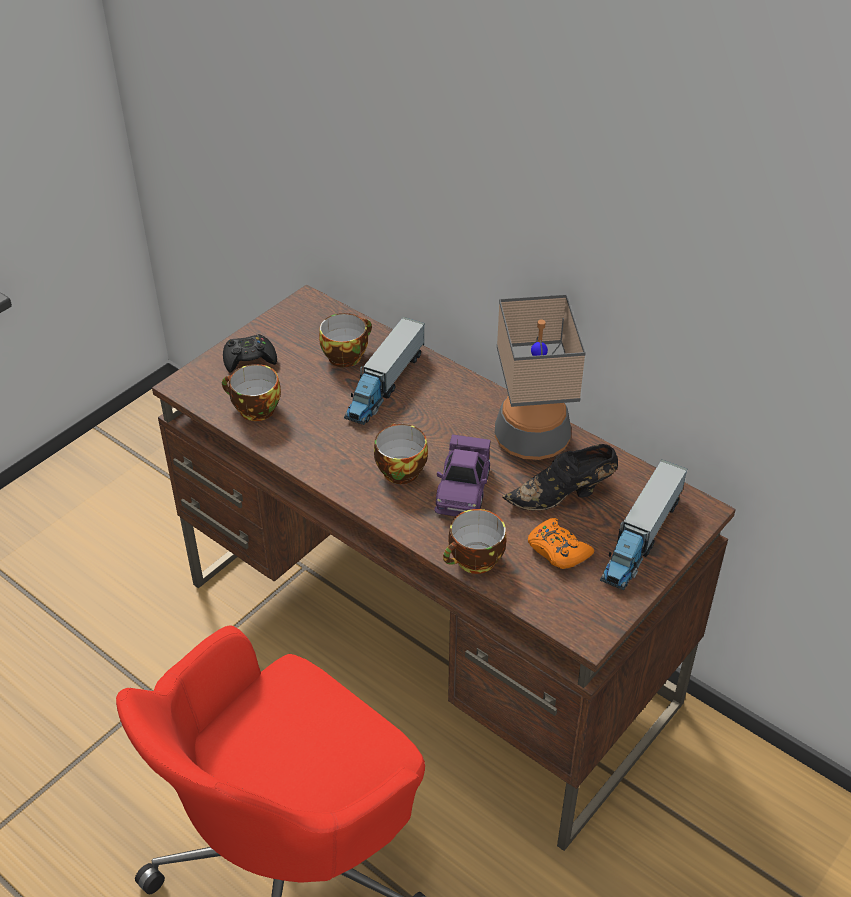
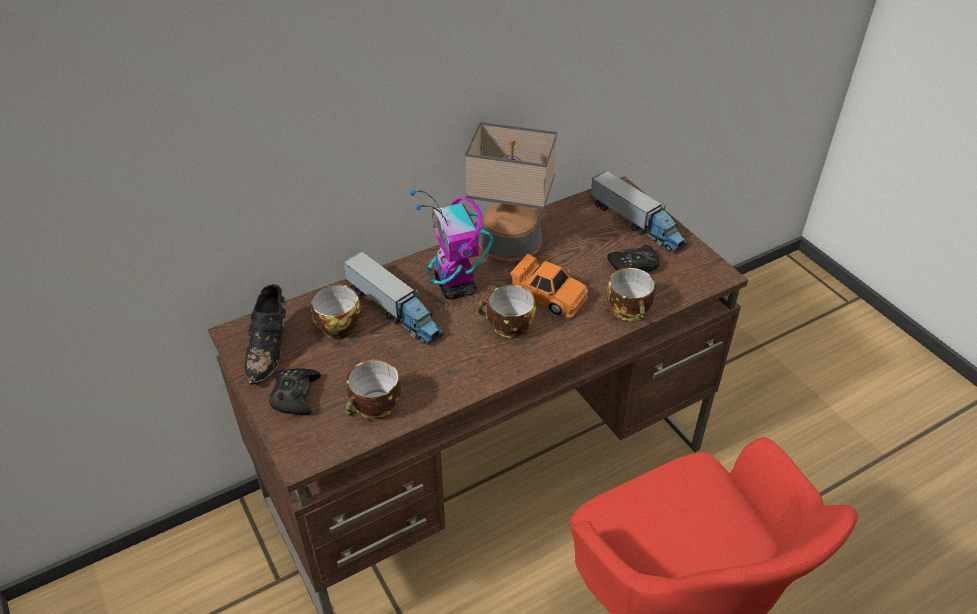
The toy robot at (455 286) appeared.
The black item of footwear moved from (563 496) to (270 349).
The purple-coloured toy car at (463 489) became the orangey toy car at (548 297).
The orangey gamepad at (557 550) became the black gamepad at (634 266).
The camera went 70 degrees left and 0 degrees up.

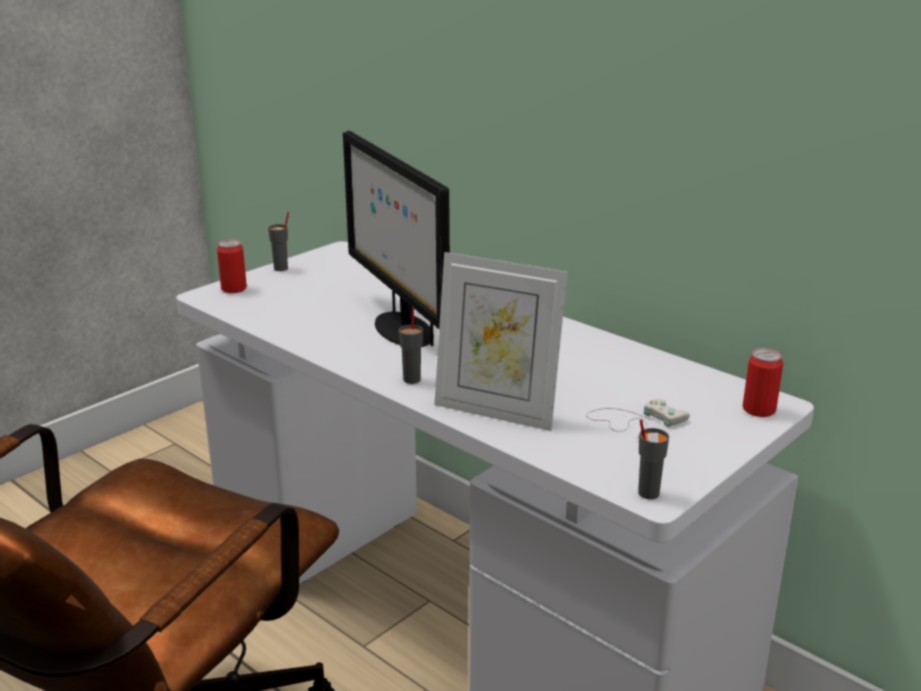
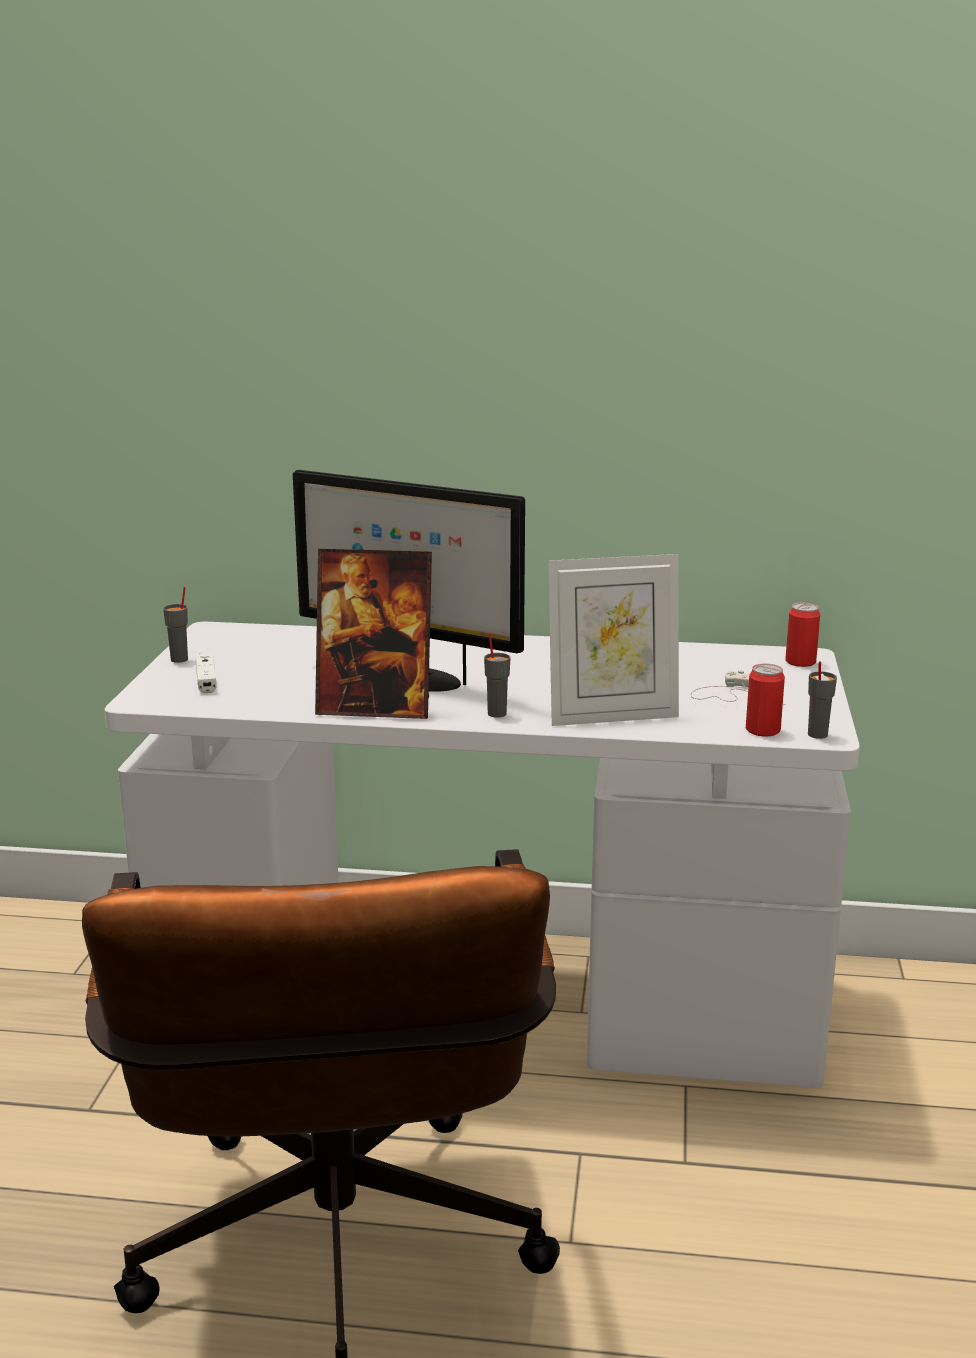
The whitish gamepad at (206 680) appeared.
The standing frame at (375 708) appeared.
The can moved from (234 288) to (762 730).
The camera went 35 degrees left and 5 degrees down.

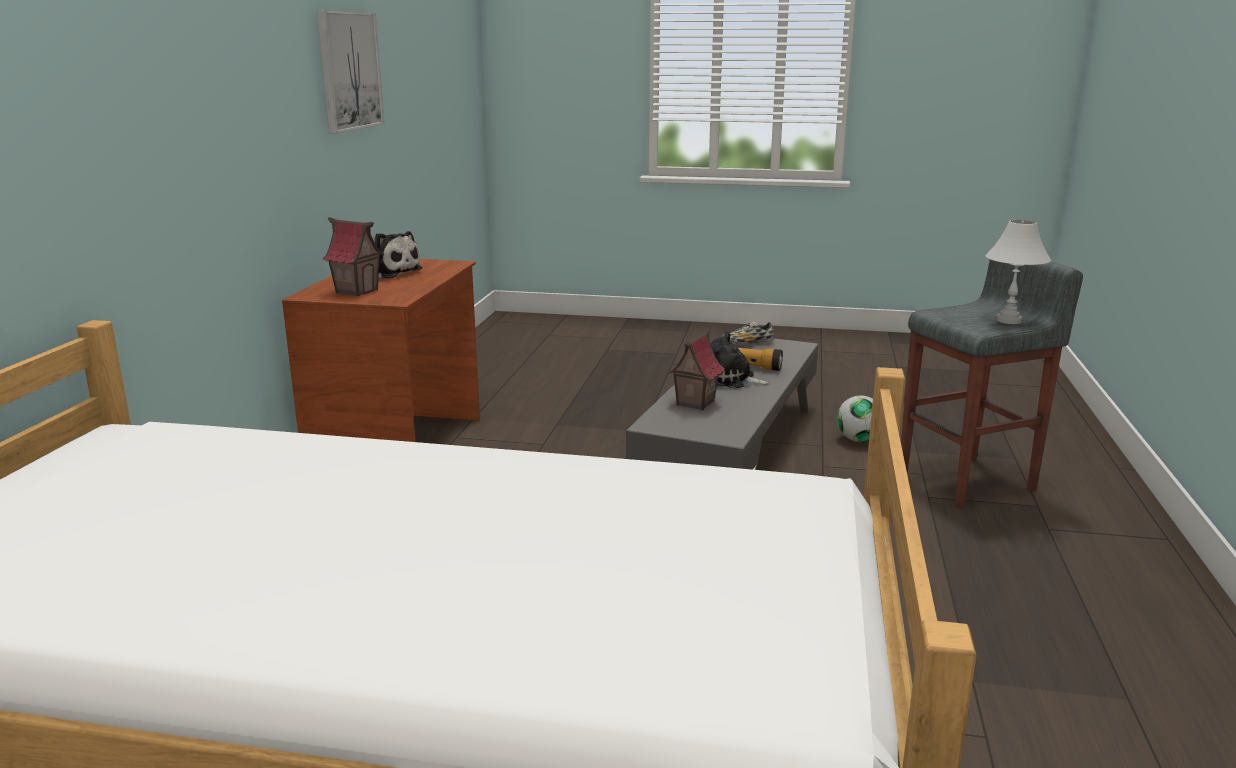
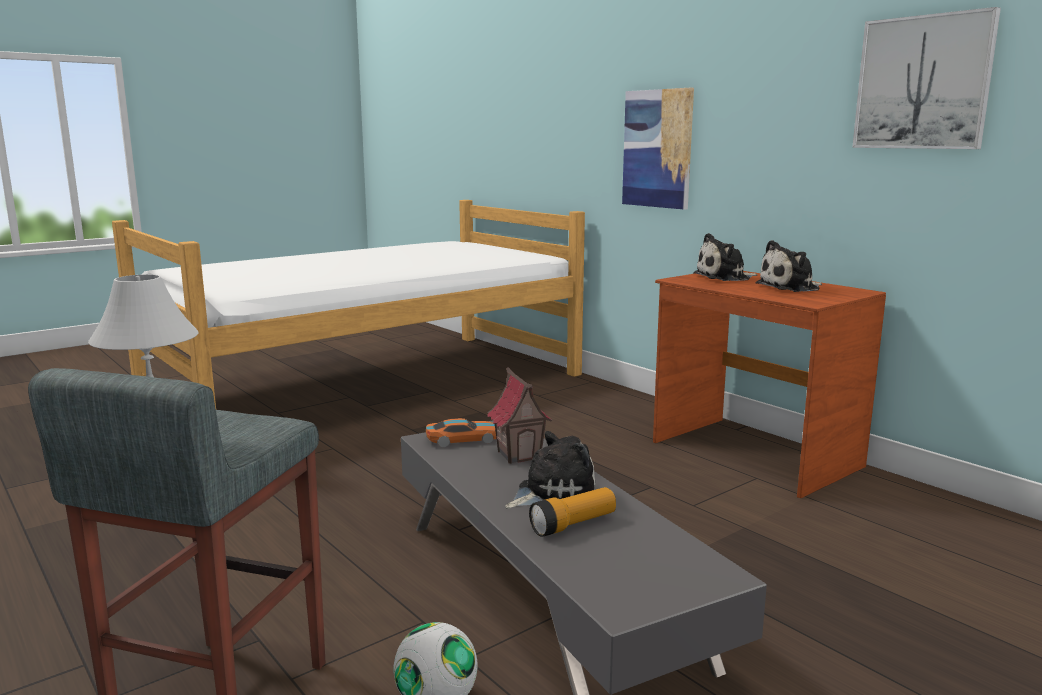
The item of footwear at (747 343) disappeared.
The toy car at (462 440) appeared.
The wall picture at (657 149) appeared.
The miniature house at (357 291) was replaced by the plush toy at (725 277).
The camera went 130 degrees right and 5 degrees down.

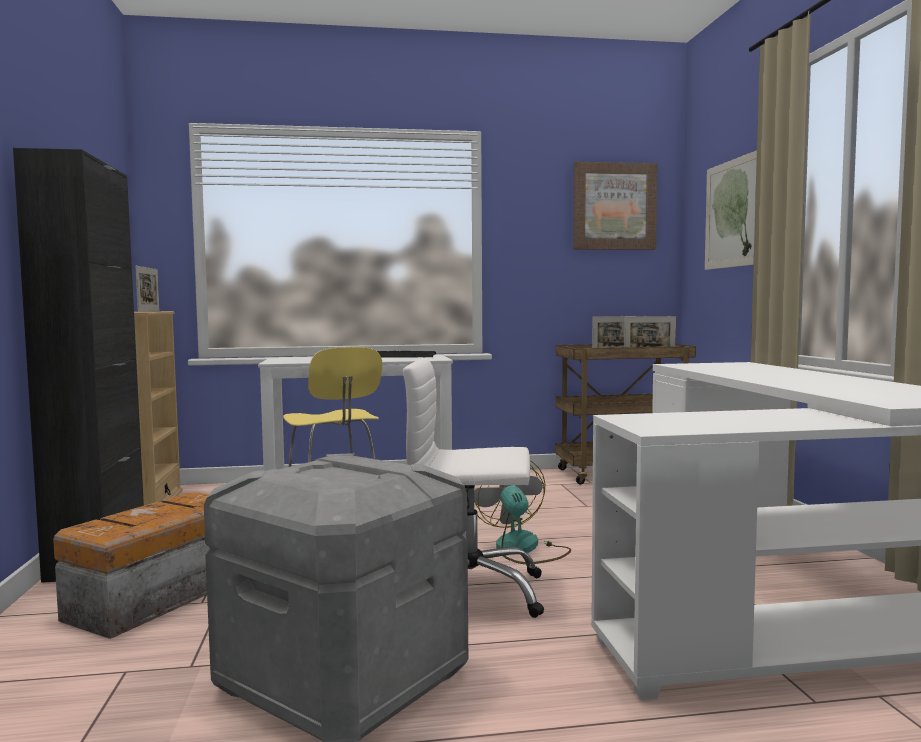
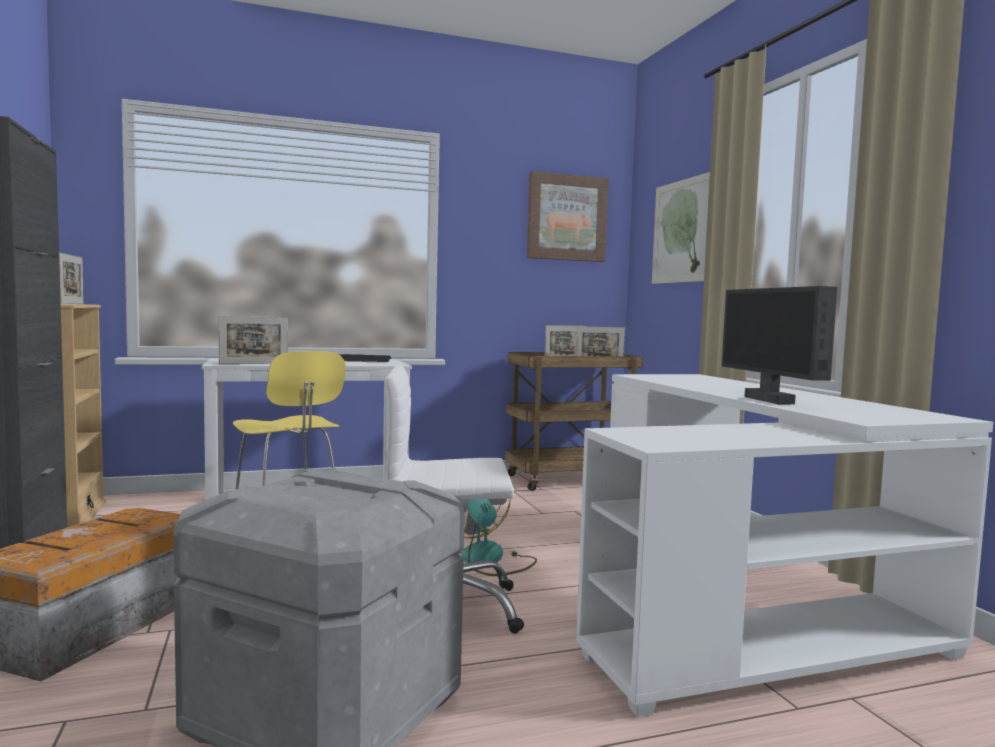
The standing frame at (254 363) appeared.
The computer display at (770 400) appeared.
The camera went 10 degrees left and 0 degrees up.

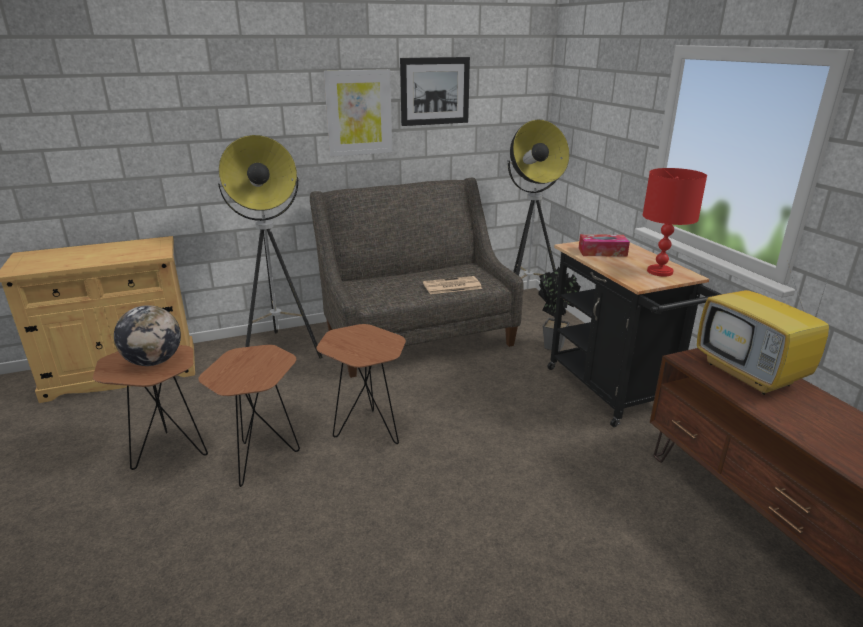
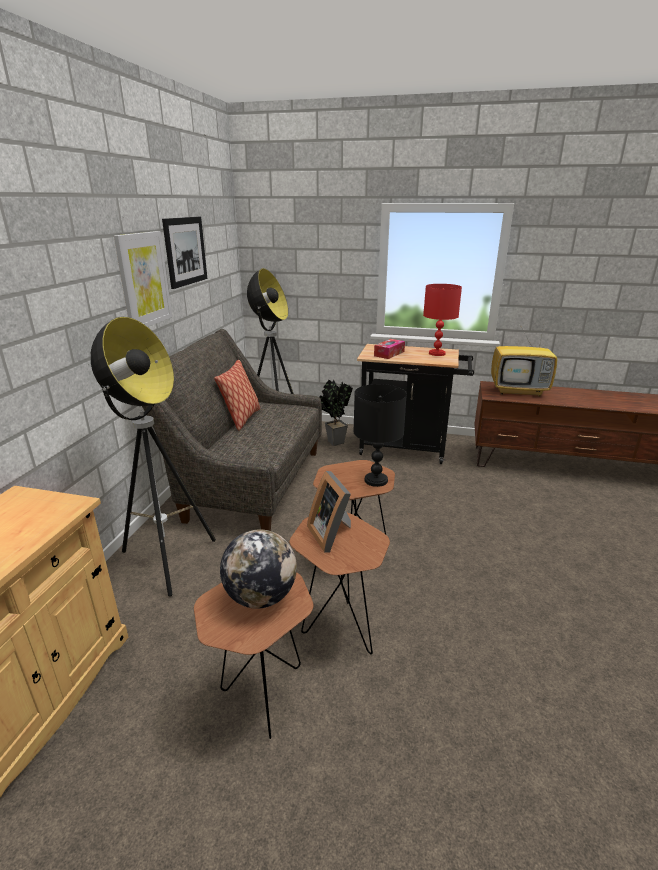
The printed paper at (451 286) disappeared.
The cushion at (242 419) appeared.
The standing frame at (332 534) appeared.
The black lamp for a table at (376 480) appeared.
The camera went 55 degrees left and 0 degrees up.

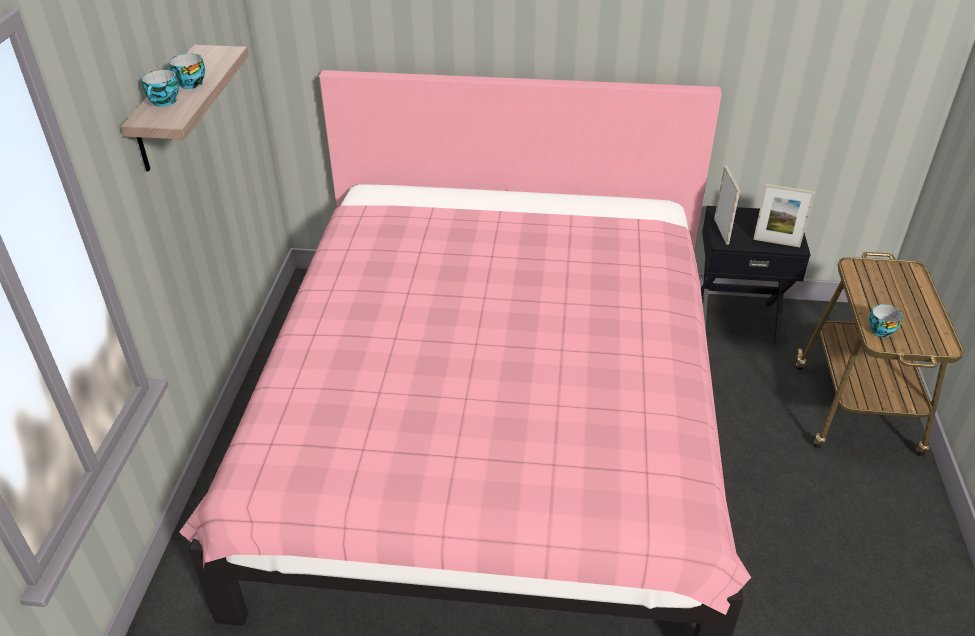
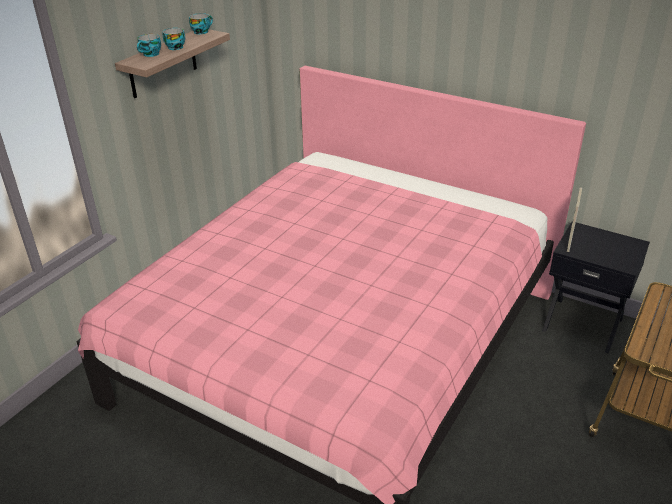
The standing frame at (776 242) disappeared.
The cup moved from (880 329) to (201 32).
The camera went 25 degrees right and 5 degrees down.

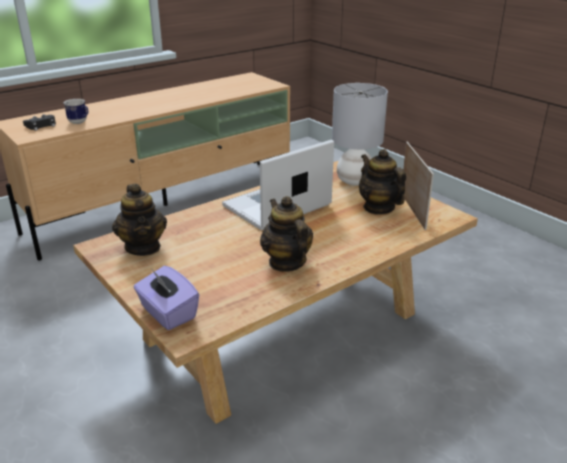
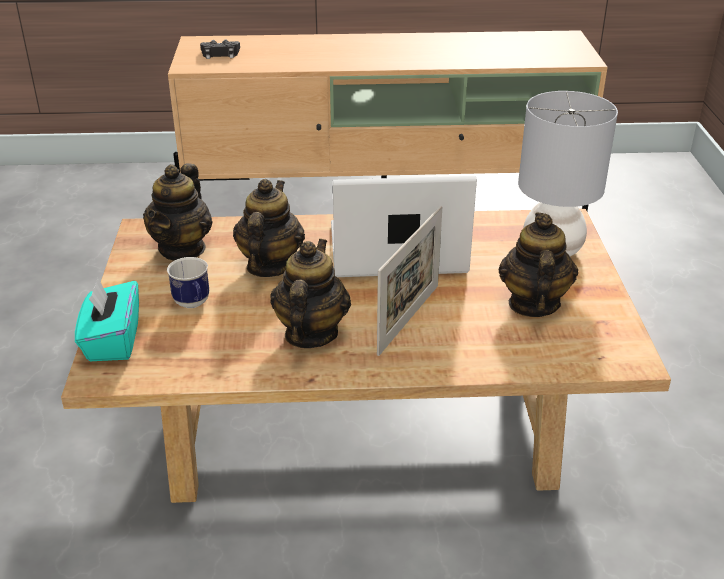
The tea pot at (269 265) appeared.
The tea mug moved from (80 122) to (193 304).
The standing frame moved from (412 210) to (408 319).
The purple-coloured tissue holder at (167 313) became the blue-green tissue holder at (112 341).
The camera went 35 degrees right and 5 degrees up.

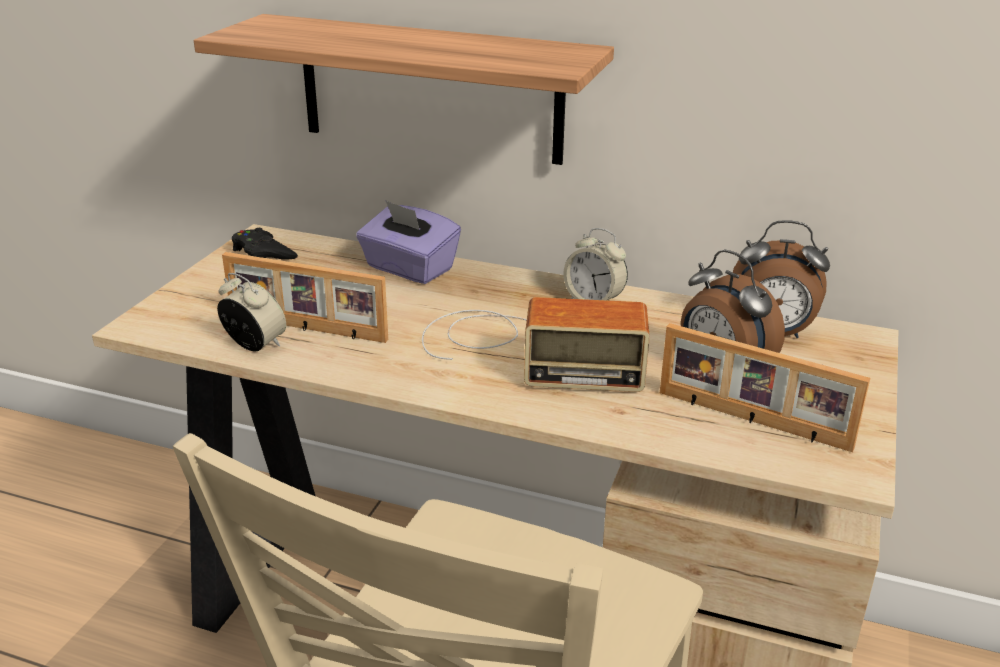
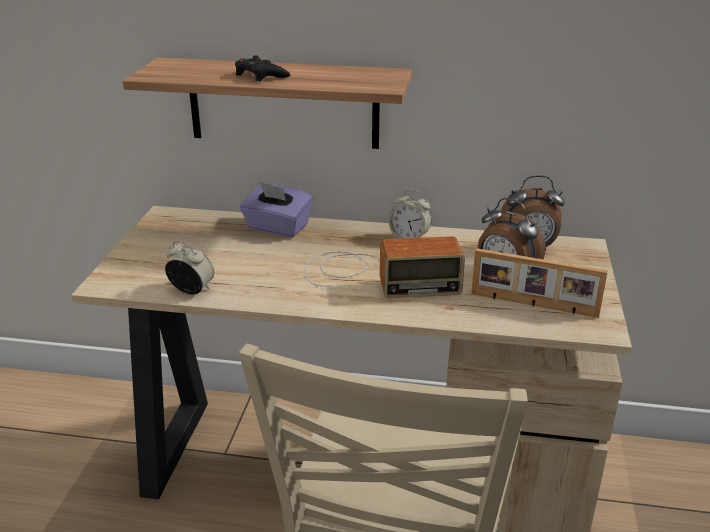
The standing frame at (306 328) disappeared.
The black gamepad moved from (263 253) to (260 76).
The camera went 10 degrees left and 0 degrees up.

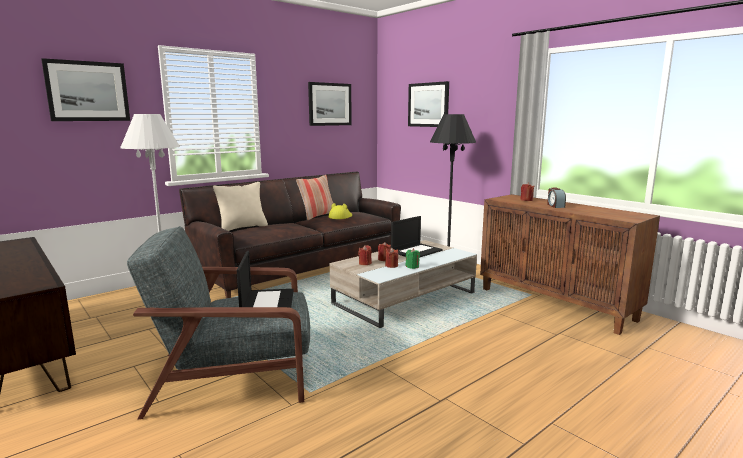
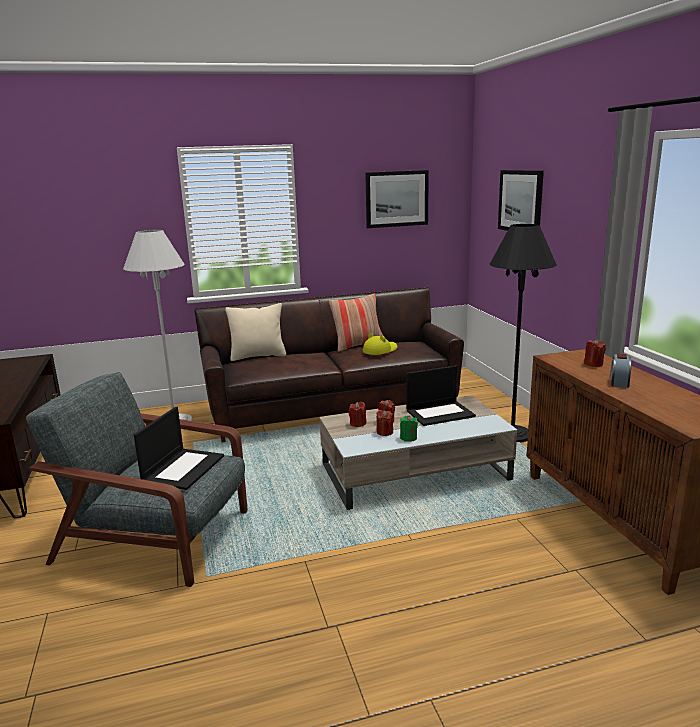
The wall picture at (87 91) disappeared.
The camera went 25 degrees right and 5 degrees up.

